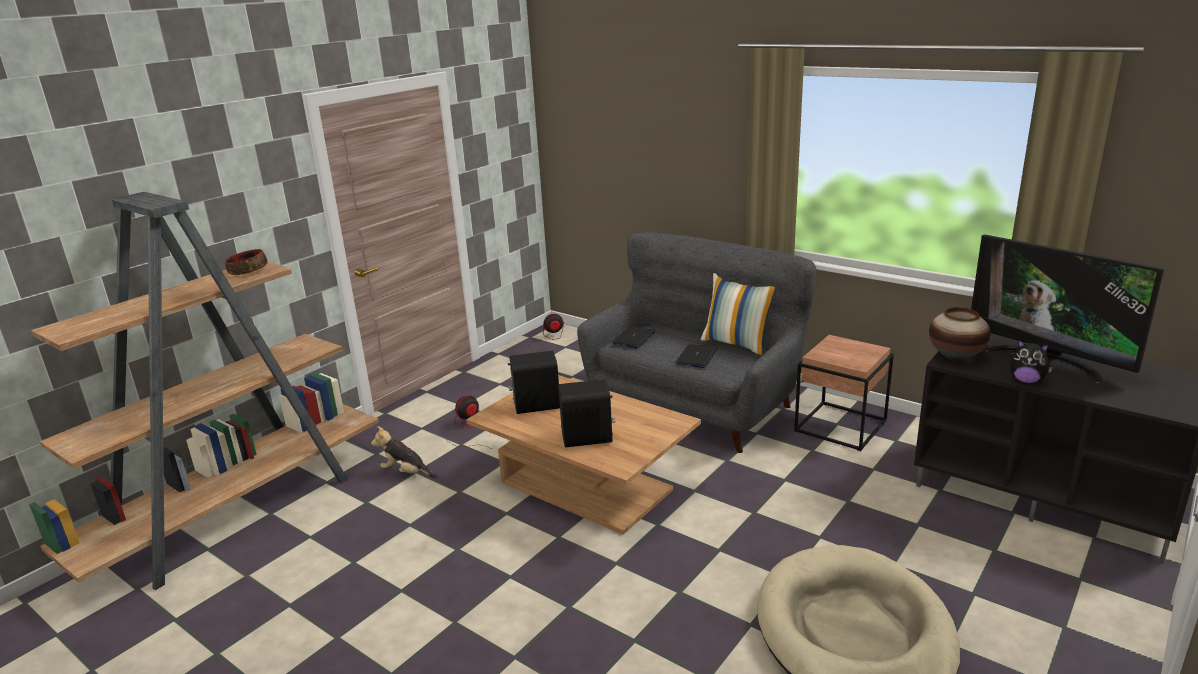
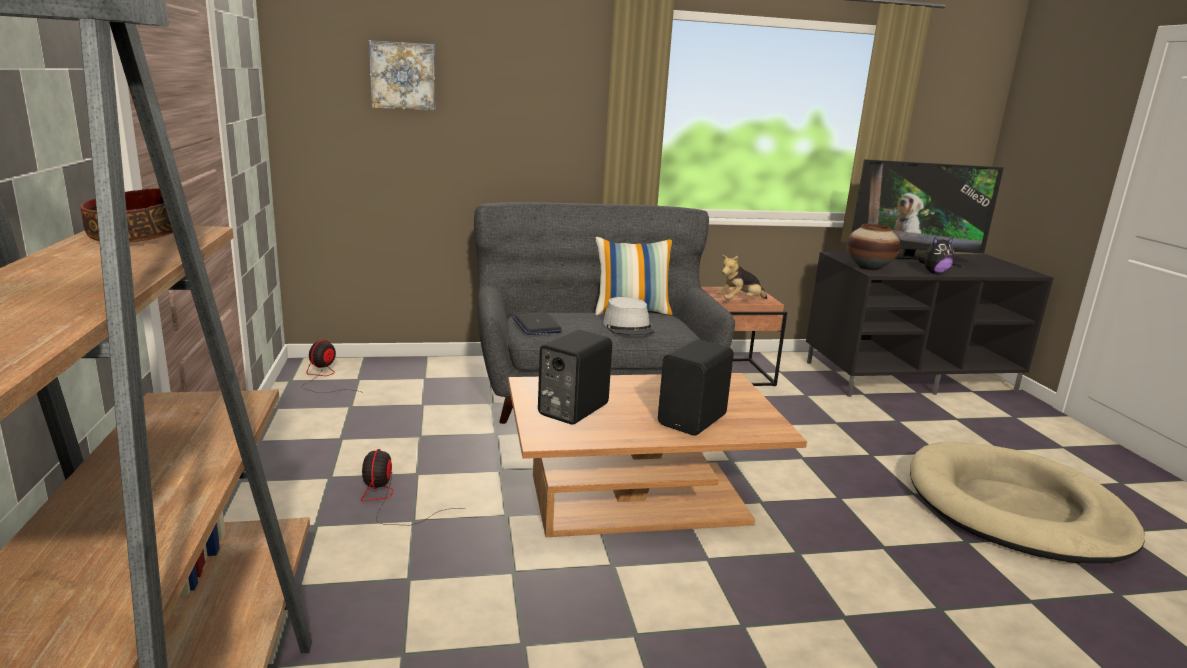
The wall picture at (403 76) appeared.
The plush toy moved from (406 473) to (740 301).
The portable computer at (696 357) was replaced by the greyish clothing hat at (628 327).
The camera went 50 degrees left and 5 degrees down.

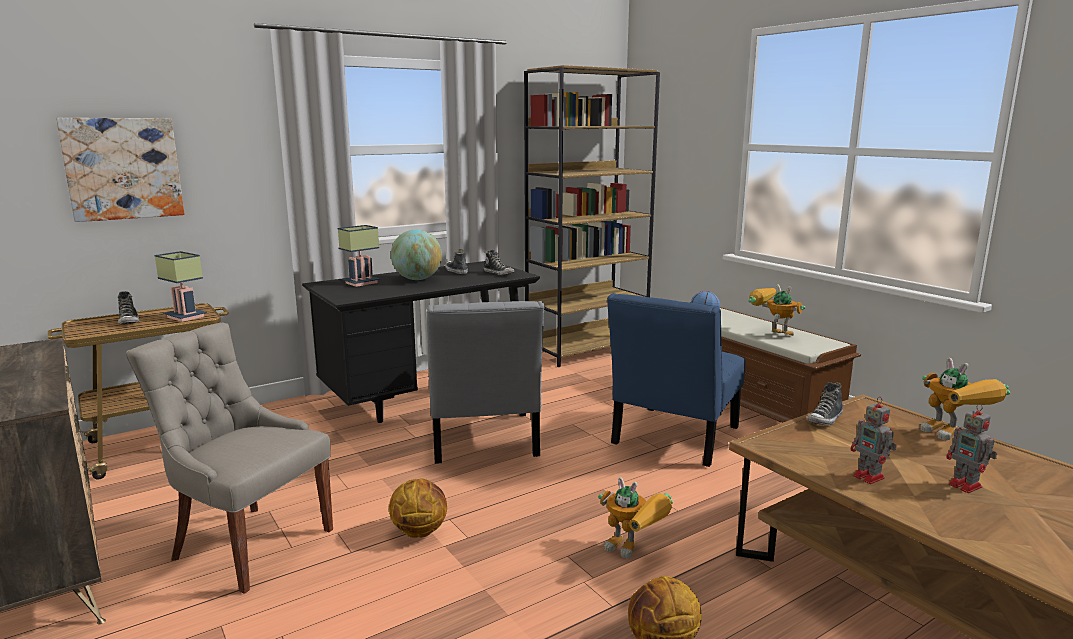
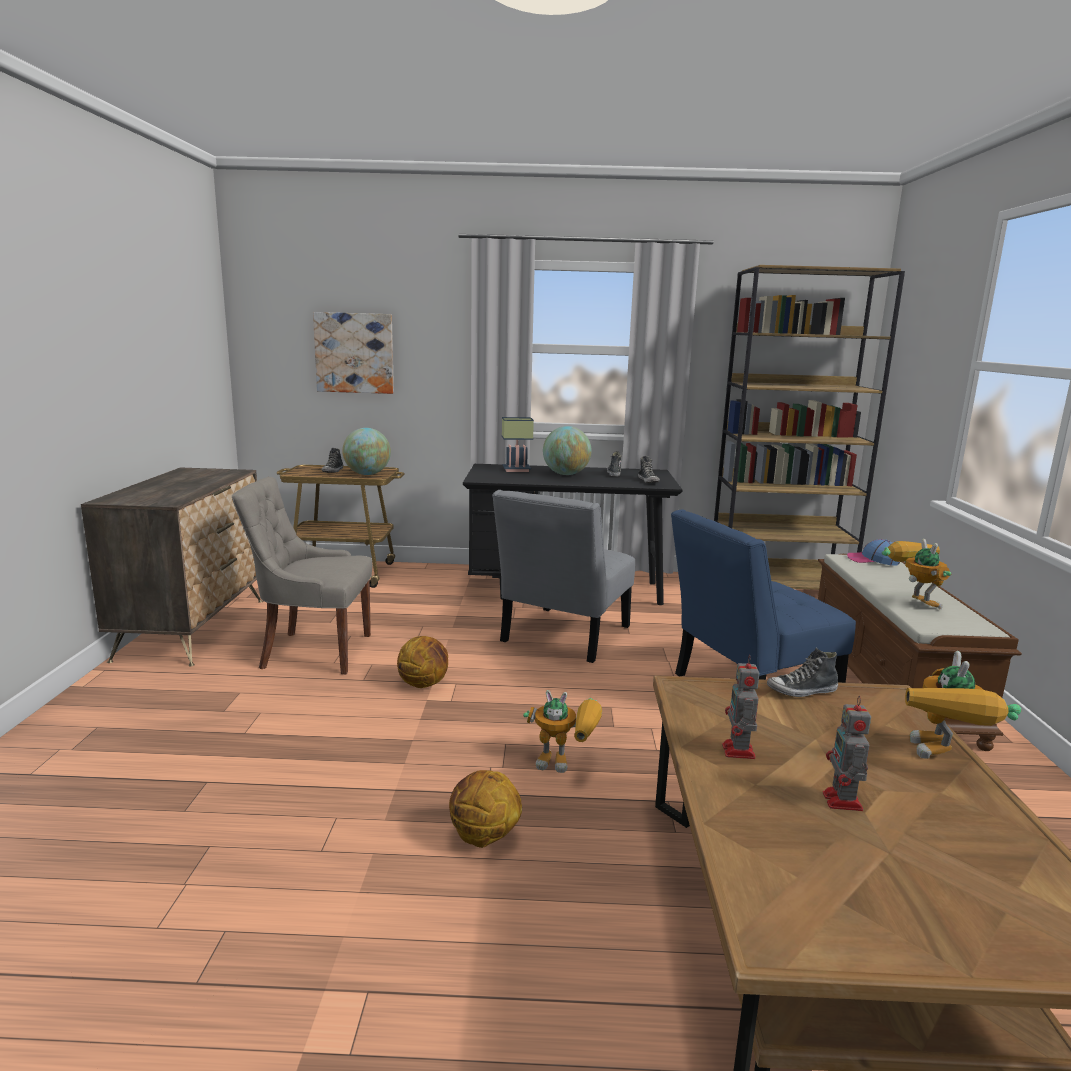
The lamp for a table at (183 317) was replaced by the globe at (367 474).
The greyish chair at (249 544) turned 60 degrees counterclockwise.
The toy robot at (634 551) turned 60 degrees counterclockwise.
The camera went 35 degrees right and 0 degrees up.

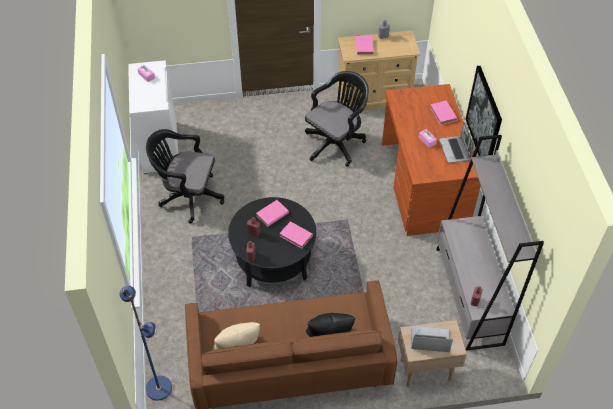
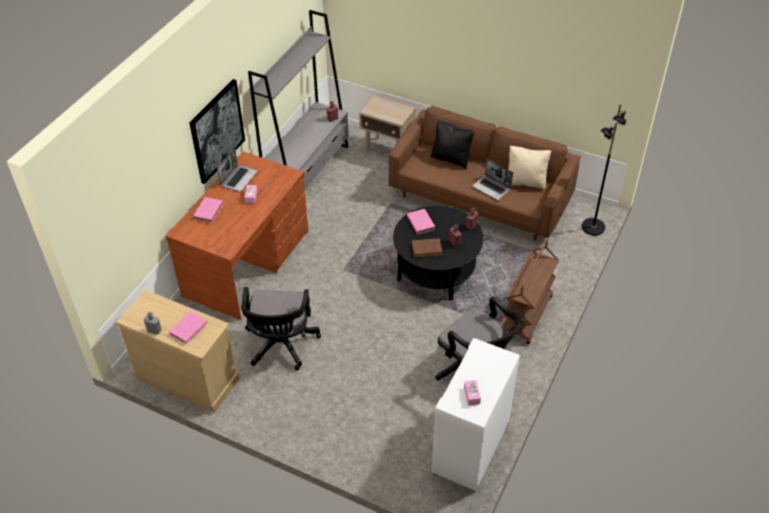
The brownish wheeled cart at (527 316) appeared.
The portable computer moved from (429 340) to (492 188).
The blue standard lamp at (159 388) became the black standard lamp at (592 227).
The pink-coloured bound book at (271 215) became the brownish bound book at (427 249).
The black computer chair at (336 143) turned 75 degrees counterclockwise.
The camera went 145 degrees left and 5 degrees down.

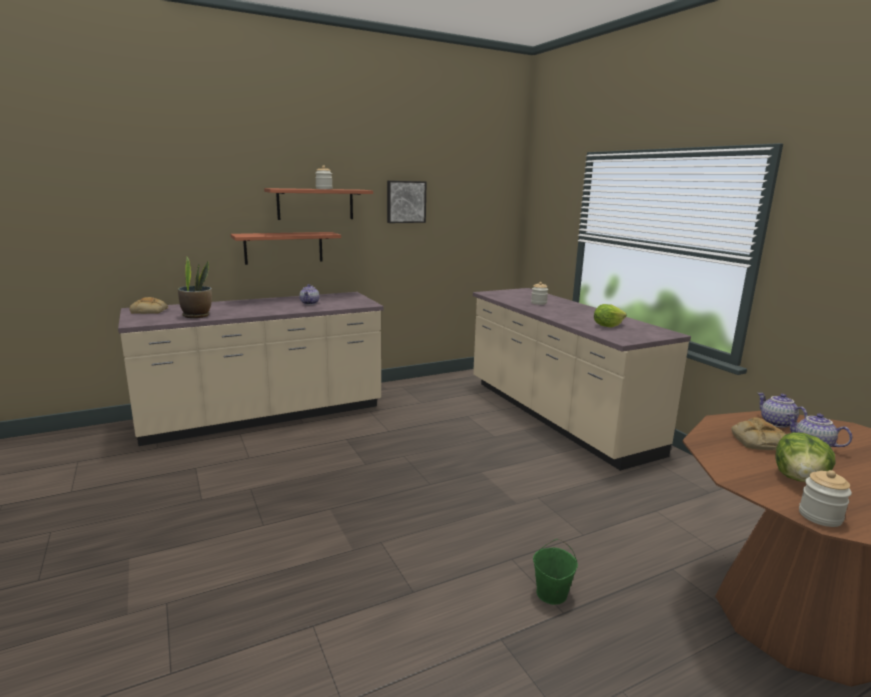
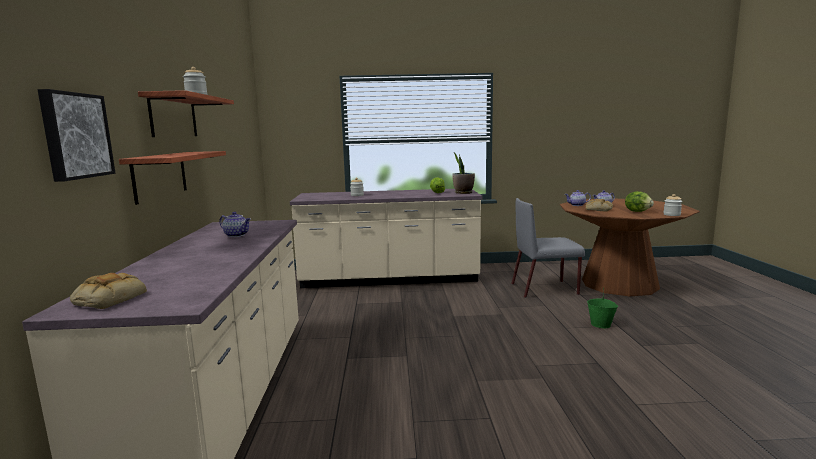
The greyish chair at (545 289) appeared.
The houseplant moved from (197 315) to (463 193).
The wall picture moved from (405 202) to (75 136).
The camera went 65 degrees left and 5 degrees down.

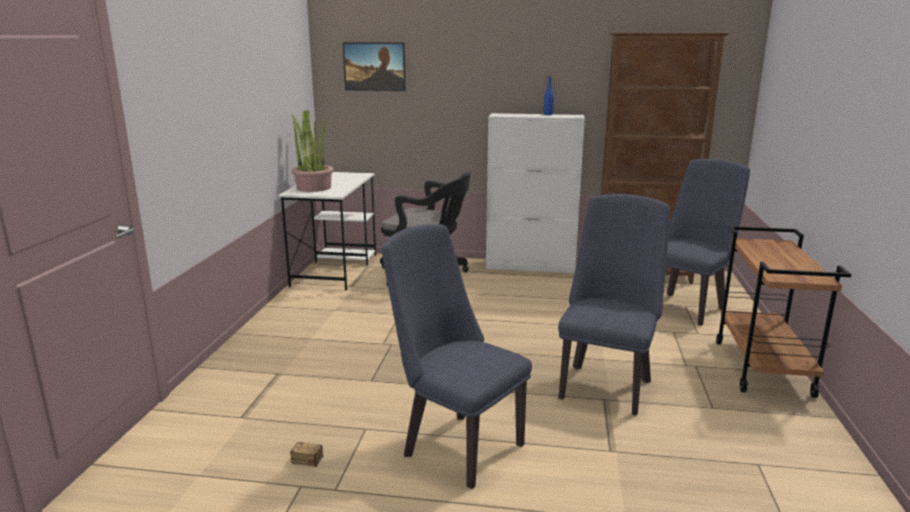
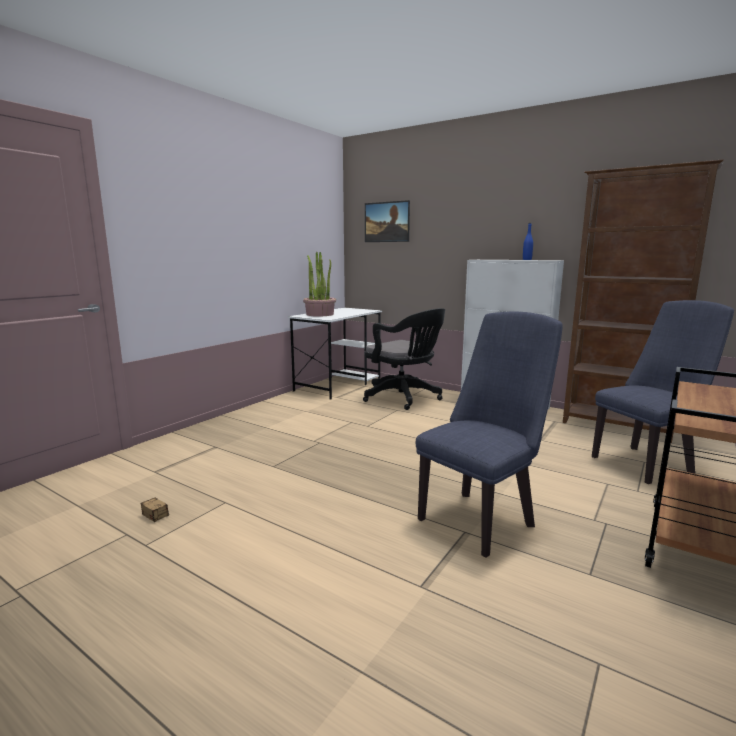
The blue chair at (456 445) disappeared.
The camera went 25 degrees right and 5 degrees down.

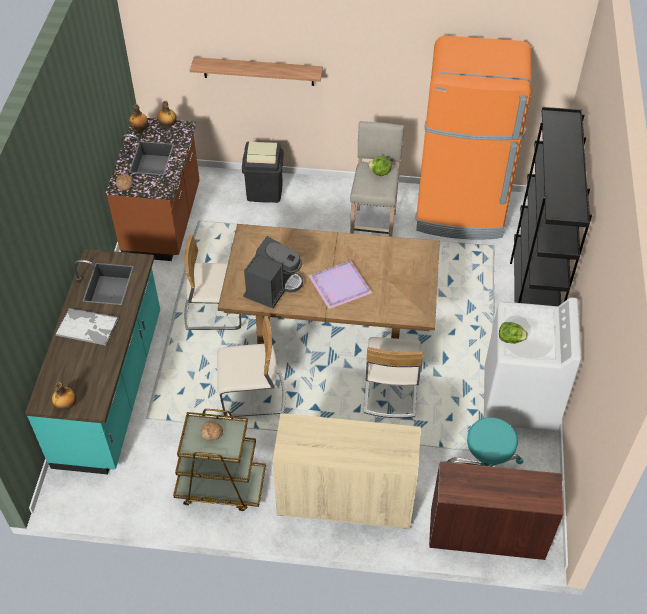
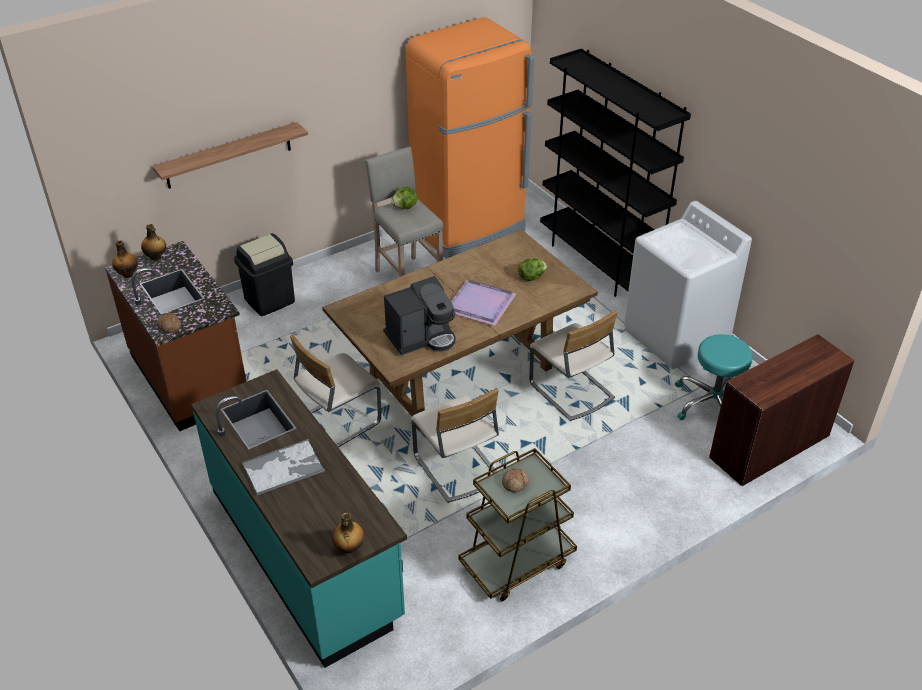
The beige-coloured cupboard at (345 499) disappeared.
The lettuce head moved from (510 339) to (531 277).
The beige-coloured chair at (253 395) turned 105 degrees clockwise.
The coffee machine at (273 287) turned 75 degrees clockwise.
The camera went 40 degrees left and 10 degrees down.

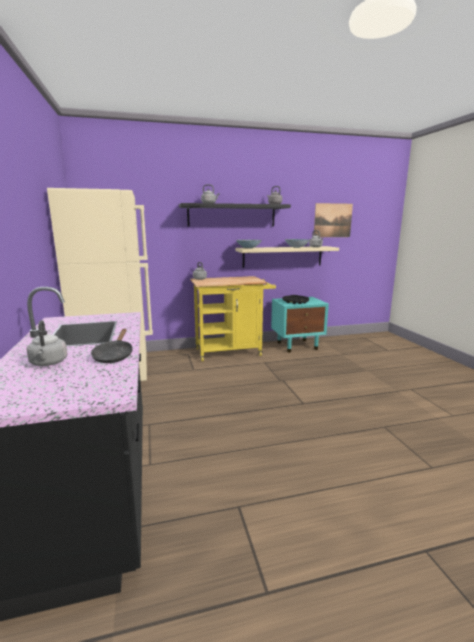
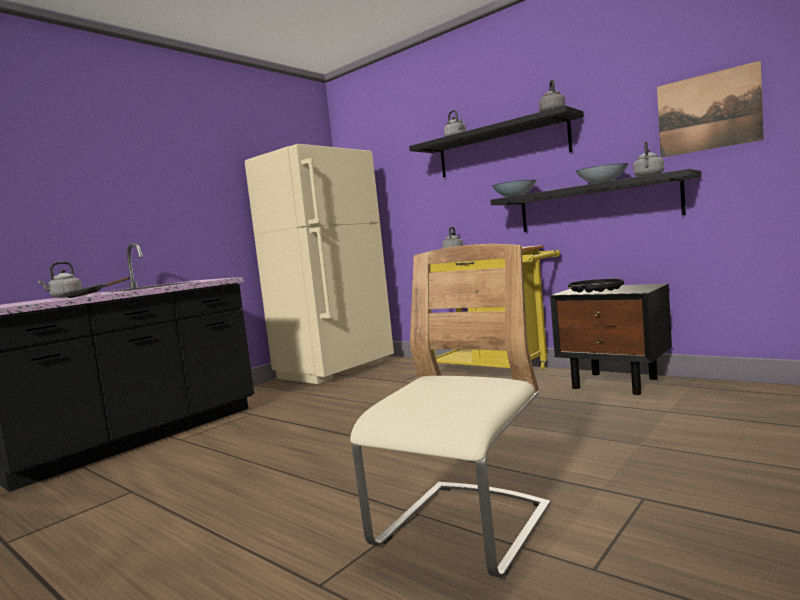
The beige-coloured chair at (463 529) appeared.
The beige-coloured bracket shelf at (282 256) became the black bracket shelf at (596 205).
The blue-green bedside table at (297 345) became the black bedside table at (616 383).
The camera went 55 degrees right and 10 degrees down.

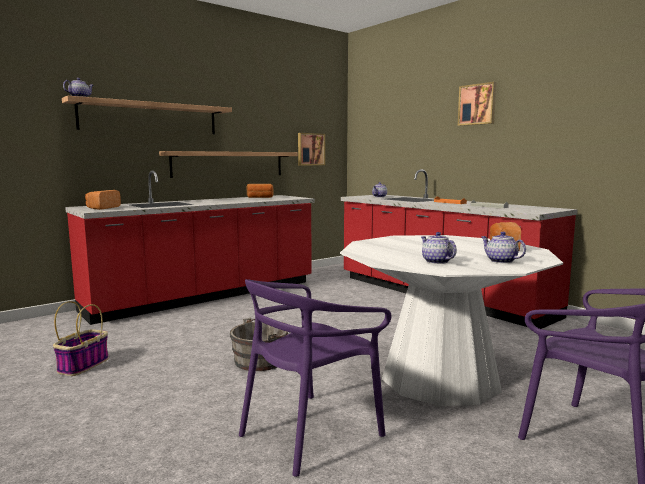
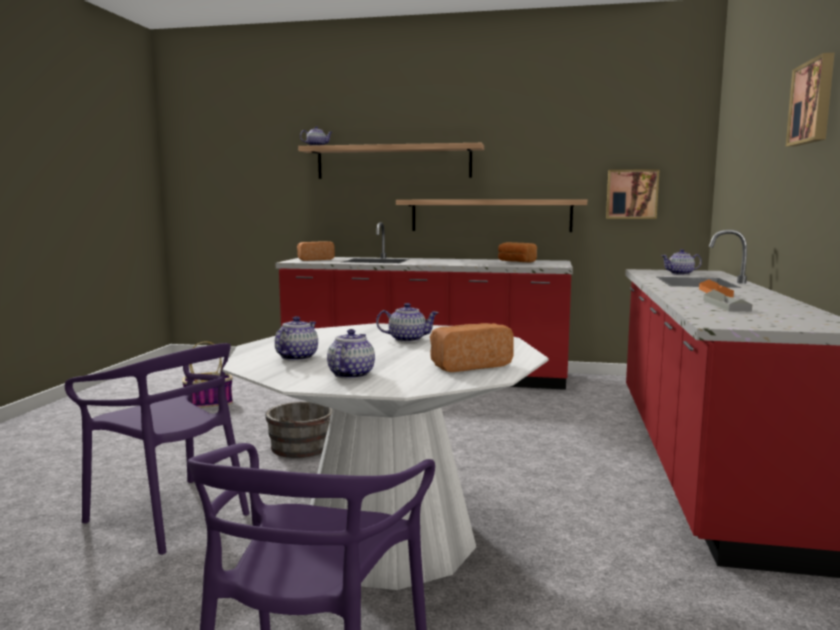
The tea pot at (407 339) appeared.
The purple-coloured chair at (310 432) turned 150 degrees counterclockwise.
The camera went 50 degrees right and 0 degrees up.

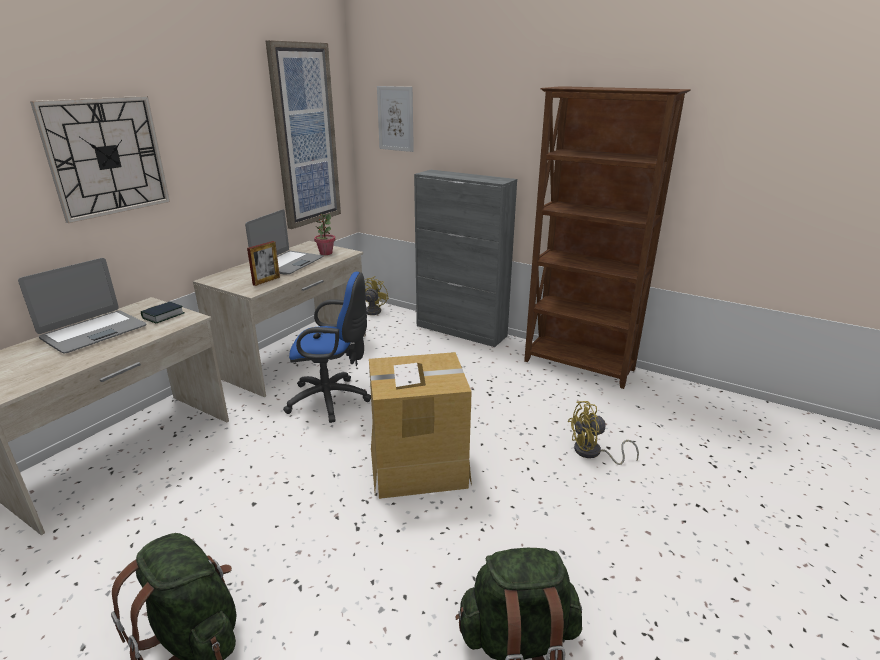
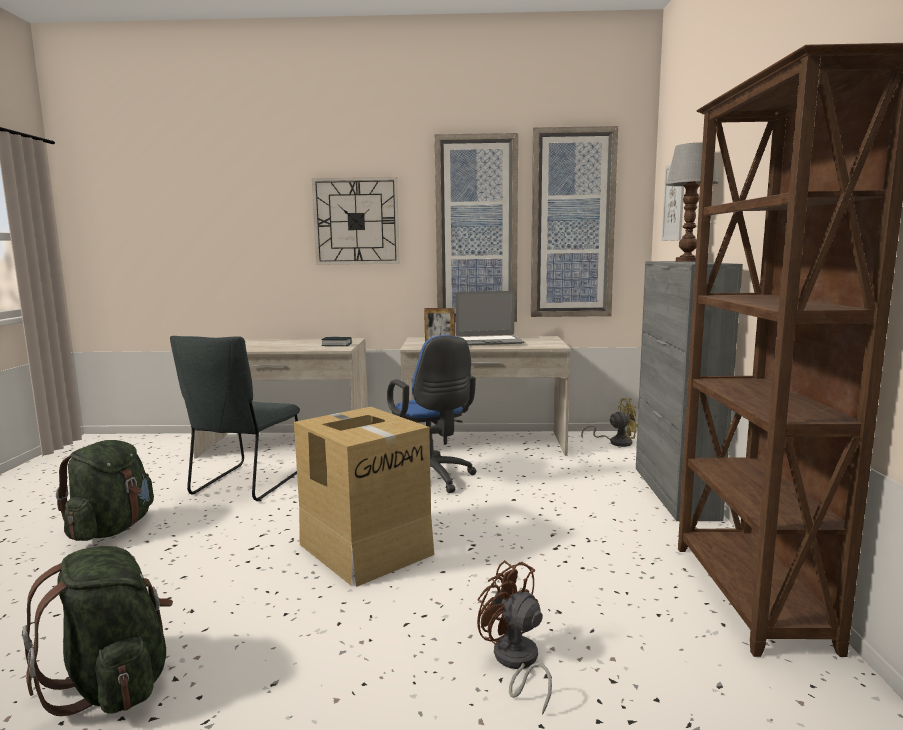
The portable computer at (93 332) disappeared.
The houseplant at (326 253) disappeared.
The greyish chair at (245 484) appeared.
The wall picture at (476 230) appeared.
The lamp for a table at (686 261) appeared.
The yellowish cooling fan at (593 453) became the brownish cooling fan at (515 663).
The camera went 60 degrees right and 15 degrees down.

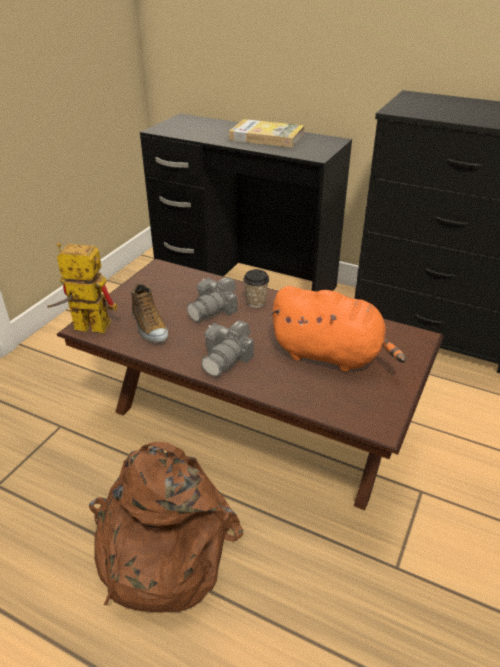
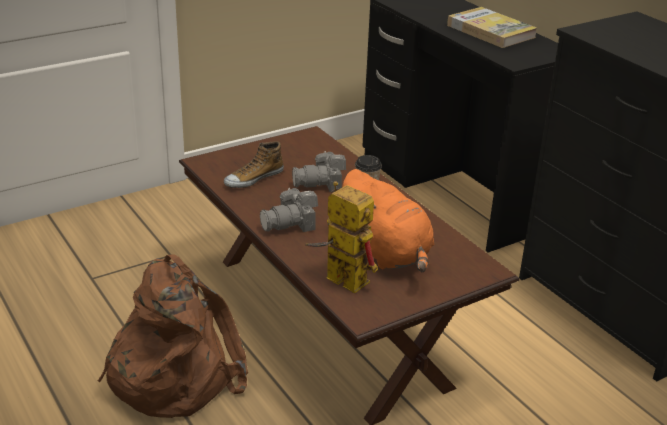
The toy robot moved from (84 327) to (338 279).
The item of footwear at (149 327) turned 45 degrees clockwise.
The camera went 30 degrees right and 5 degrees down.

